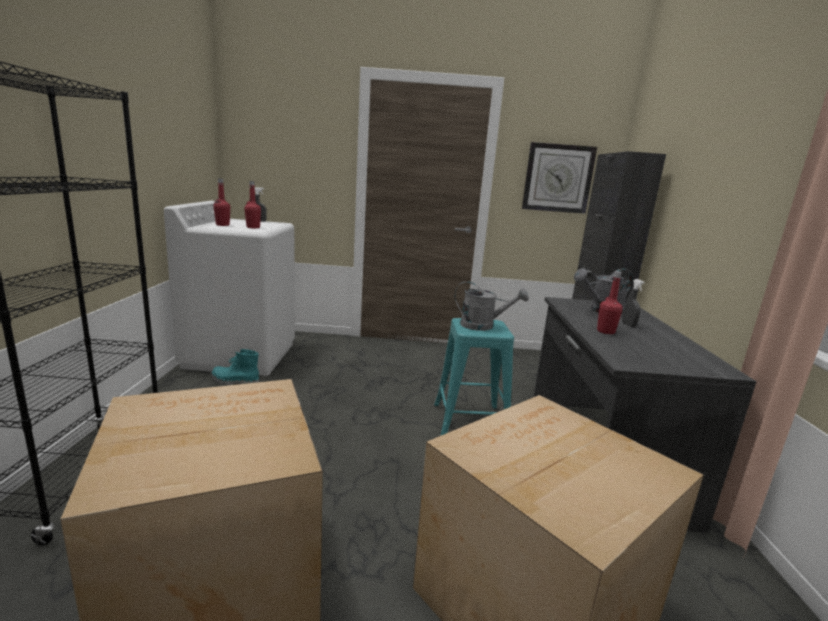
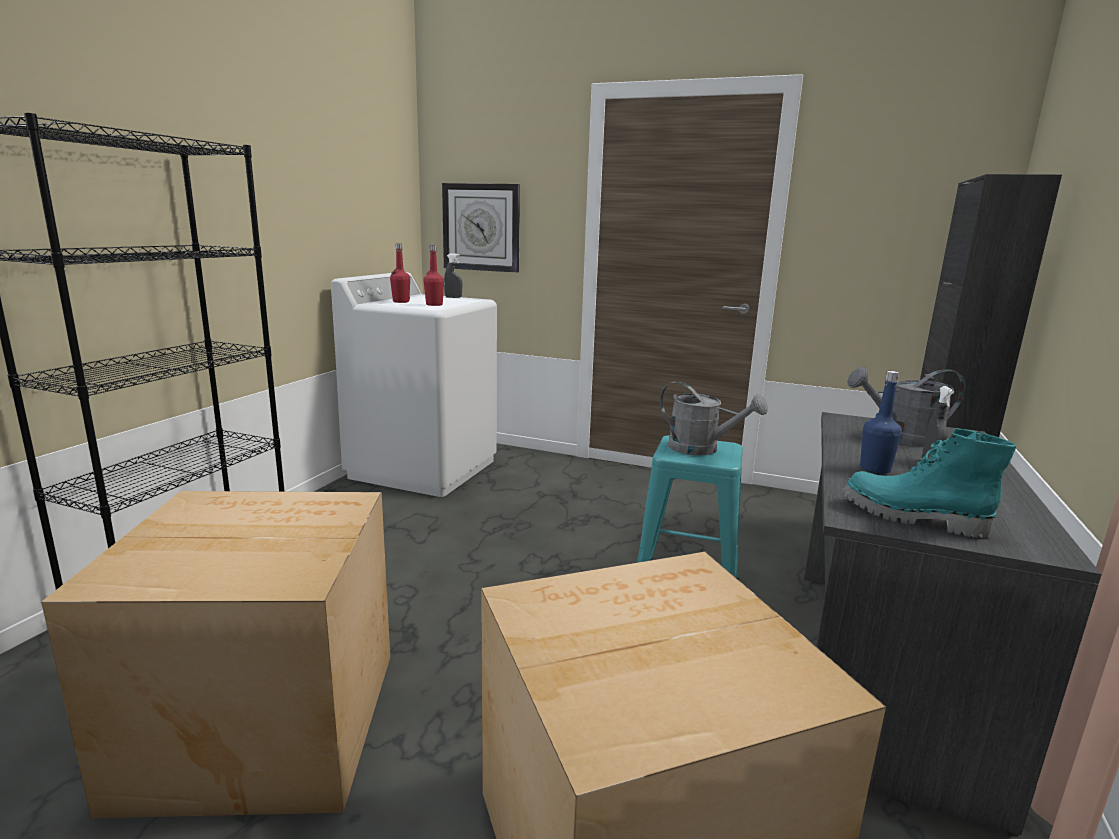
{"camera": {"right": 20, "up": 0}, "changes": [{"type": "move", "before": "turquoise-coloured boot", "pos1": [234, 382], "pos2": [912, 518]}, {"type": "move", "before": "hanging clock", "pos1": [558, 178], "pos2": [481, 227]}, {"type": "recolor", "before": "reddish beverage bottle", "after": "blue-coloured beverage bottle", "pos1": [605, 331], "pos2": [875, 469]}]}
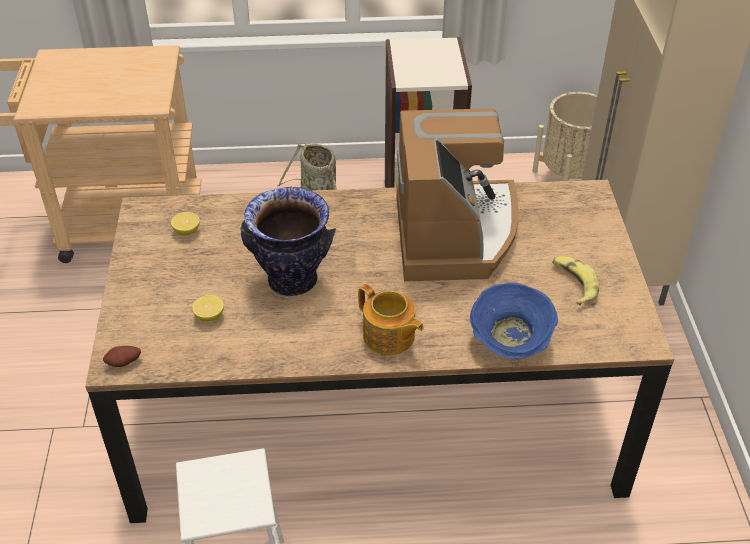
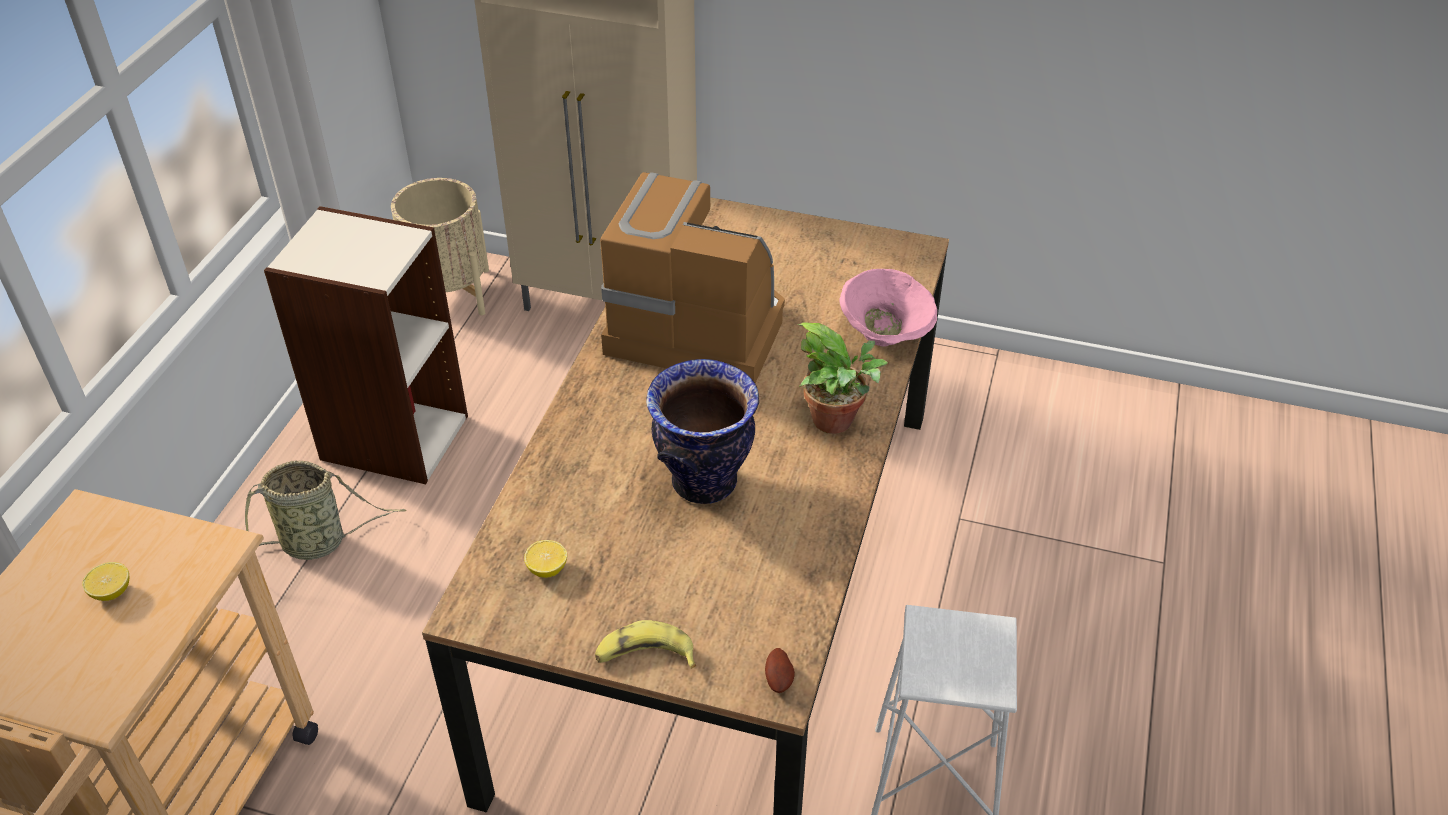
{"camera": {"right": -70, "up": 0}, "changes": [{"type": "move", "before": "lemon", "pos1": [209, 316], "pos2": [112, 592]}, {"type": "move", "before": "banana", "pos1": [573, 283], "pos2": [644, 656]}, {"type": "replace", "before": "pot for tea", "after": "potted plant", "pos1": [389, 337], "pos2": [837, 422]}, {"type": "recolor", "before": "blue-coloured serving bowl", "after": "pinkish serving bowl", "pos1": [510, 343], "pos2": [885, 335]}]}
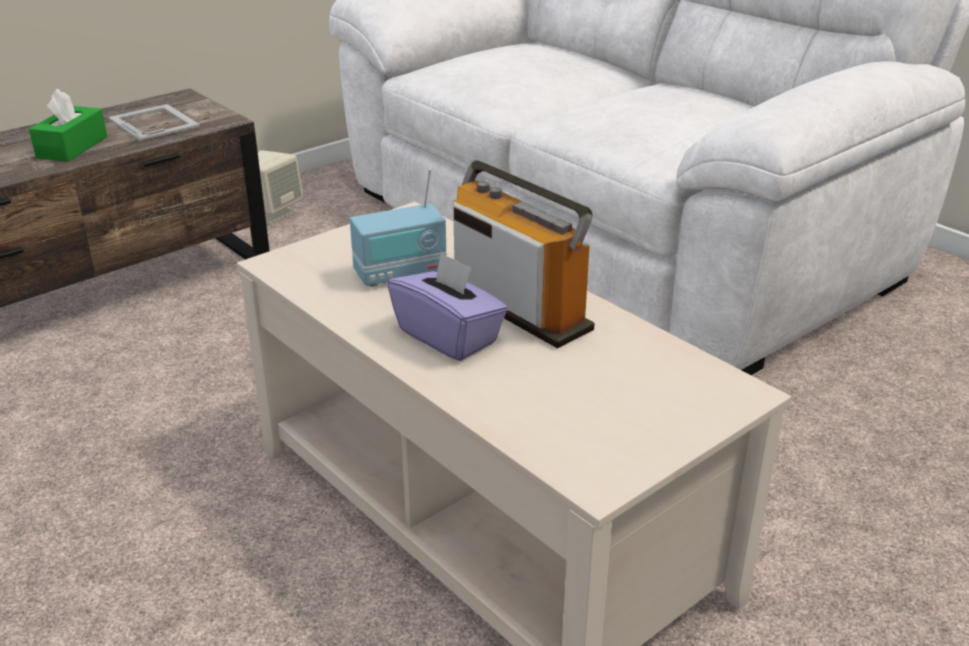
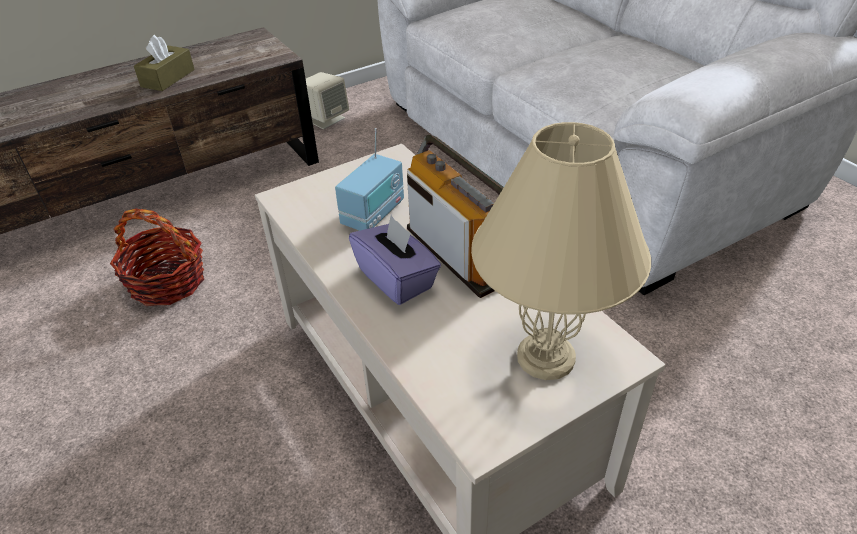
{"camera": {"right": 10, "up": 10}, "changes": [{"type": "delete", "before": "standing frame", "pos1": [154, 122]}, {"type": "insert", "after": "basket", "pos2": [168, 282]}, {"type": "insert", "after": "beige tabletop lamp", "pos2": [544, 358]}, {"type": "recolor", "before": "green-coloured tissue box", "after": "brownish tissue box", "pos1": [72, 147], "pos2": [168, 78]}, {"type": "rotate", "before": "radio receiver", "pos1": [400, 274], "pos2": [374, 214], "turn": -45}]}
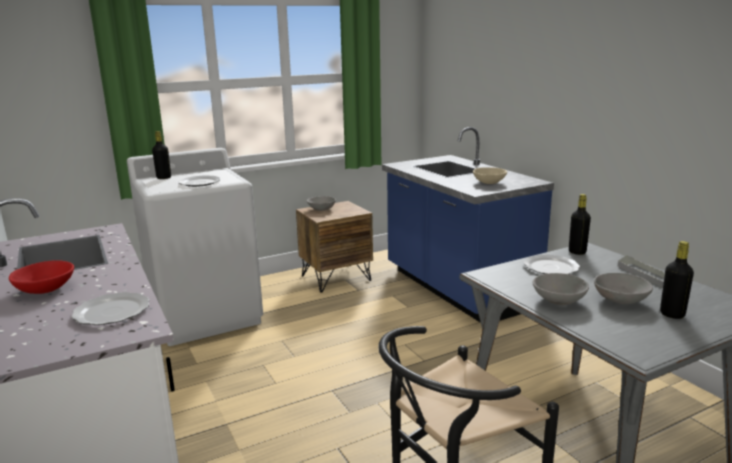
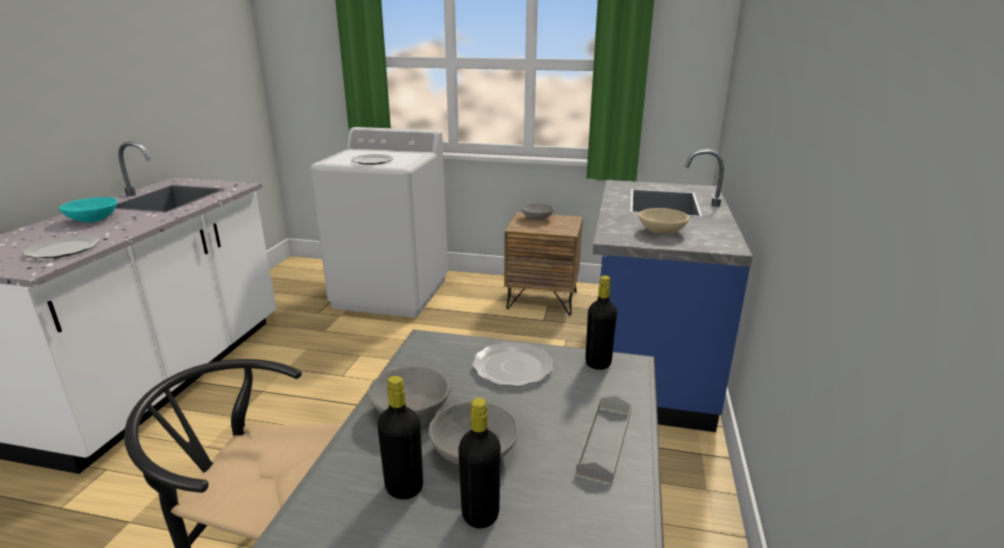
{"camera": {"right": 40, "up": 5}, "changes": [{"type": "move", "before": "black beverage bottle", "pos1": [164, 178], "pos2": [404, 487]}, {"type": "recolor", "before": "reddish serving bowl", "after": "turquoise-coloured serving bowl", "pos1": [45, 289], "pos2": [93, 220]}]}
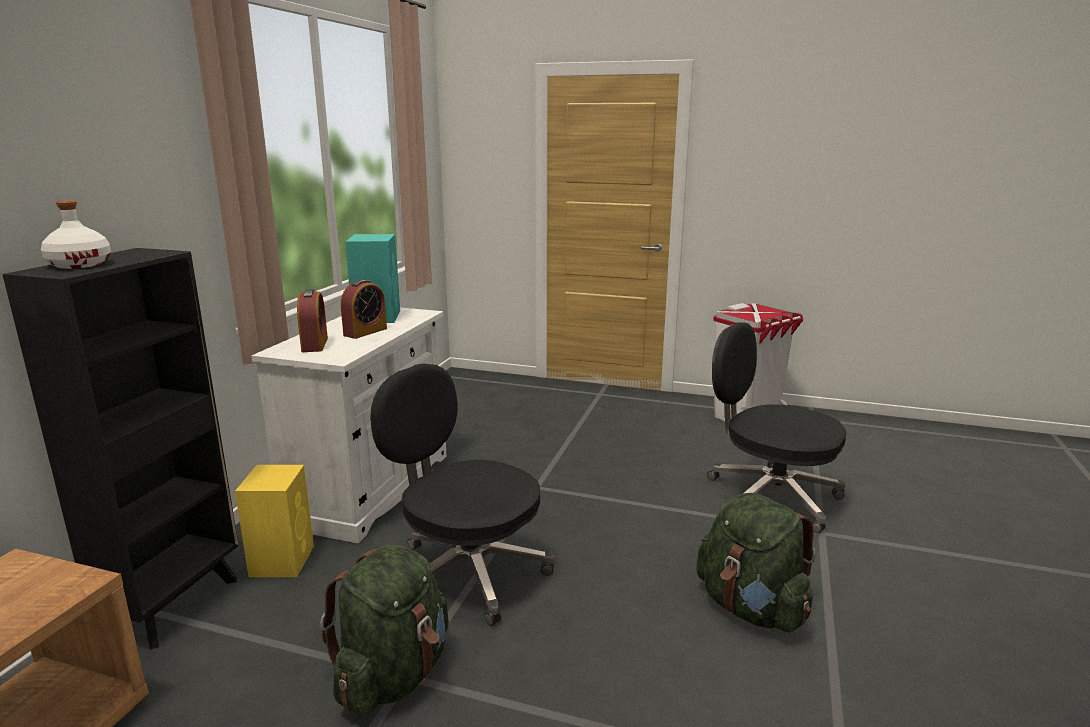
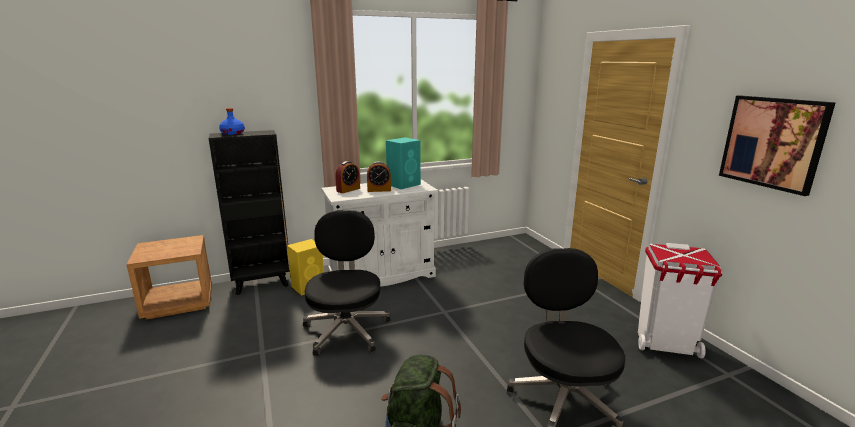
{"camera": {"right": 50, "up": 0}, "changes": [{"type": "delete", "before": "green-coloured rucksack", "pos1": [393, 675]}, {"type": "insert", "after": "wall picture", "pos2": [772, 142]}, {"type": "recolor", "before": "white beverage bottle", "after": "blue-coloured beverage bottle", "pos1": [79, 264], "pos2": [233, 133]}]}
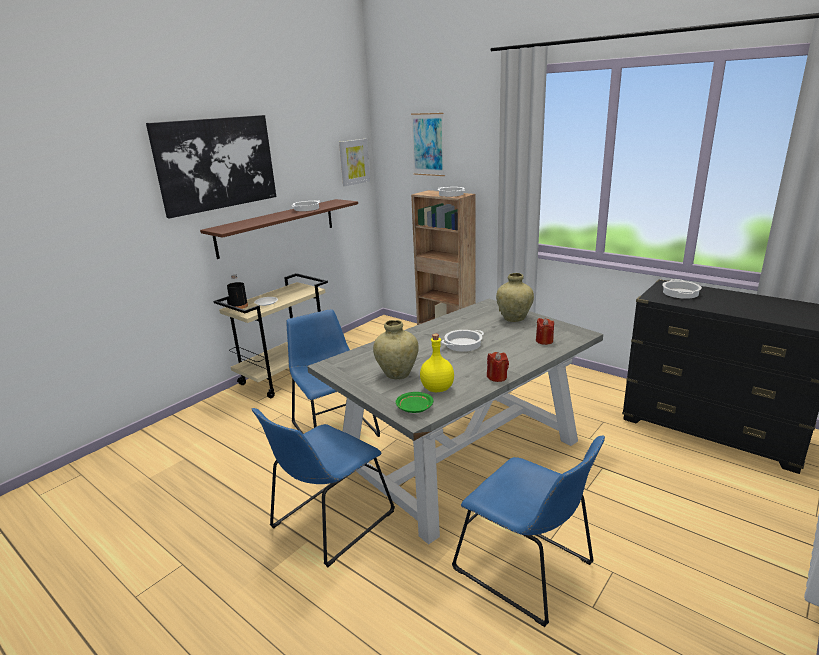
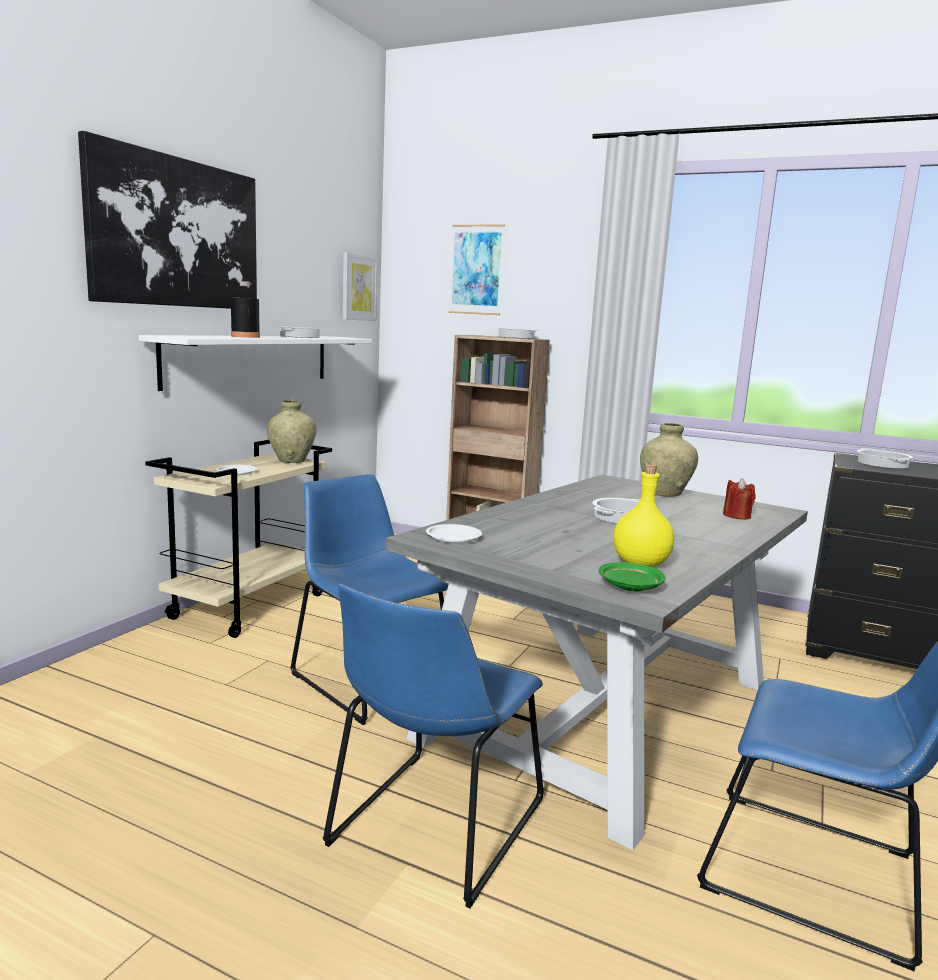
{"camera": {"right": -15, "up": -10}, "changes": [{"type": "delete", "before": "reddish candle", "pos1": [497, 377]}, {"type": "insert", "after": "white plate", "pos2": [453, 537]}, {"type": "move", "before": "black beverage bottle", "pos1": [239, 306], "pos2": [245, 337]}, {"type": "move", "before": "beige decorative vase", "pos1": [397, 374], "pos2": [292, 460]}, {"type": "recolor", "before": "brownish wall shelf", "after": "white wall shelf", "pos1": [277, 227], "pos2": [251, 360]}]}
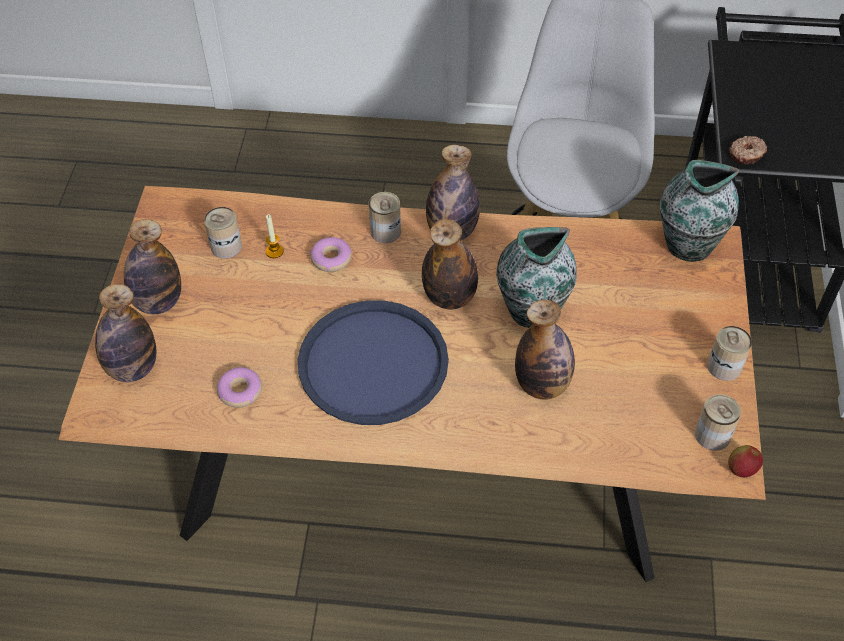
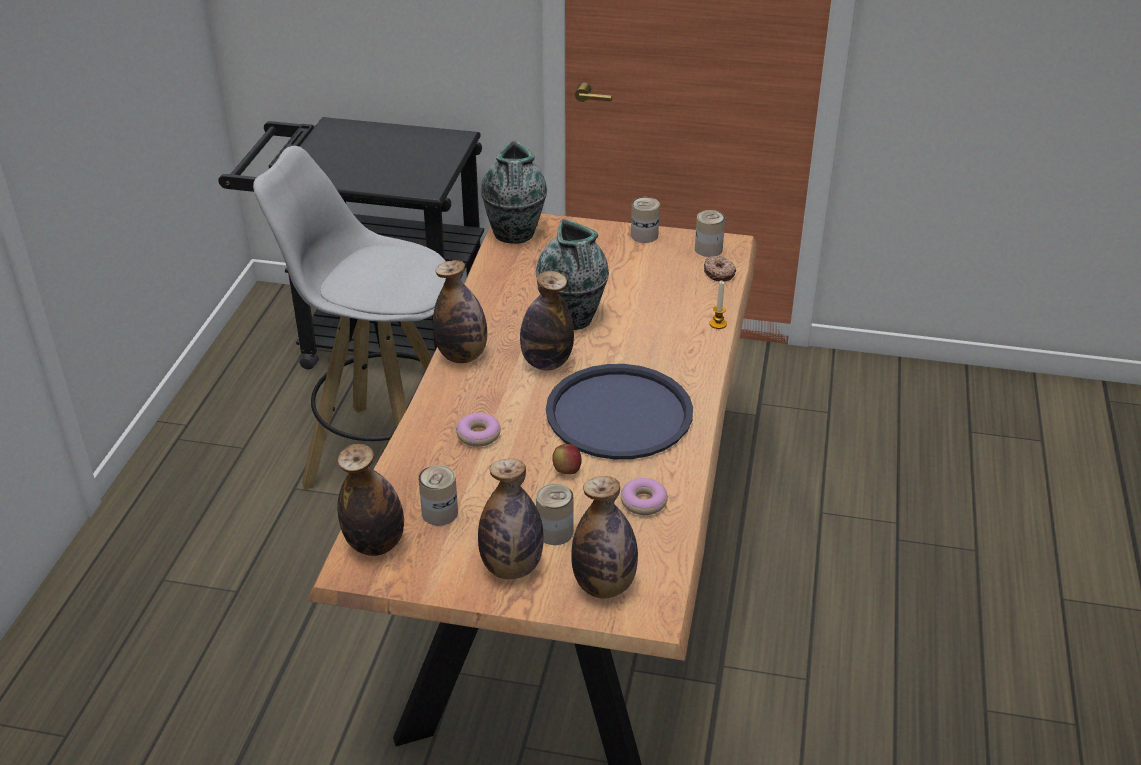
{"camera": {"right": -85, "up": -15}, "changes": [{"type": "move", "before": "candle", "pos1": [274, 251], "pos2": [718, 324]}, {"type": "move", "before": "metal can", "pos1": [385, 231], "pos2": [555, 532]}, {"type": "move", "before": "beverage bottle", "pos1": [542, 385], "pos2": [375, 544]}, {"type": "move", "before": "apple", "pos1": [741, 469], "pos2": [567, 470]}, {"type": "move", "before": "donut", "pos1": [747, 154], "pos2": [719, 273]}]}
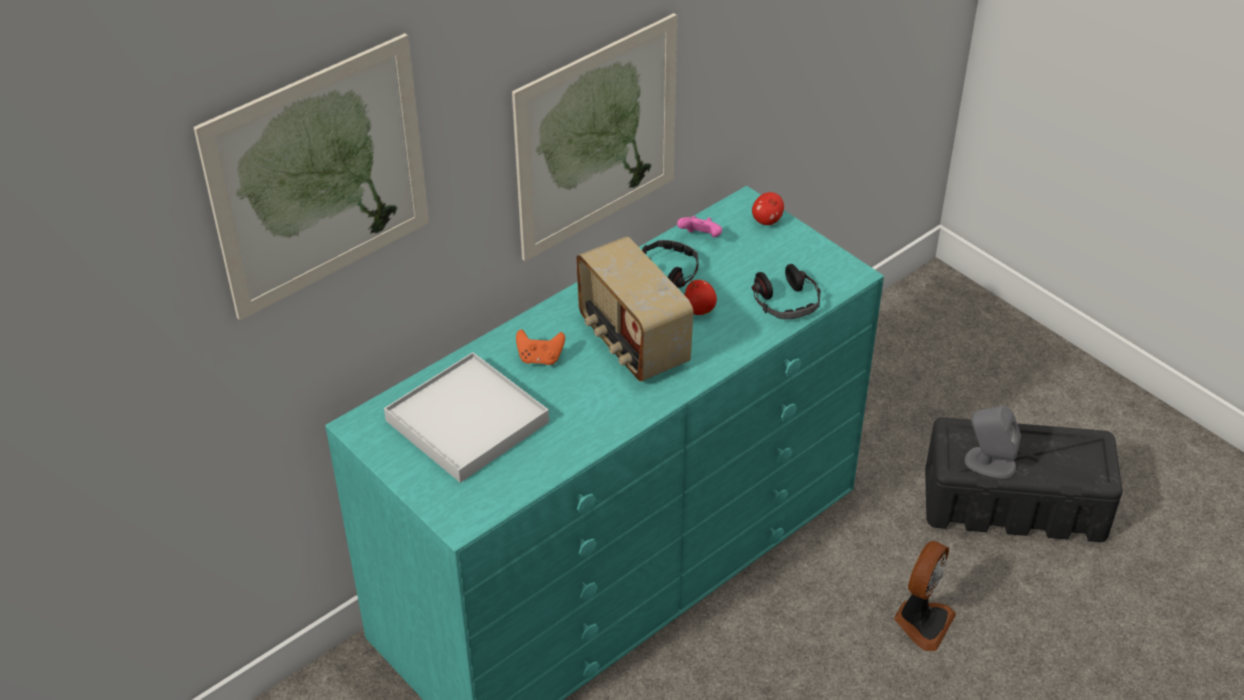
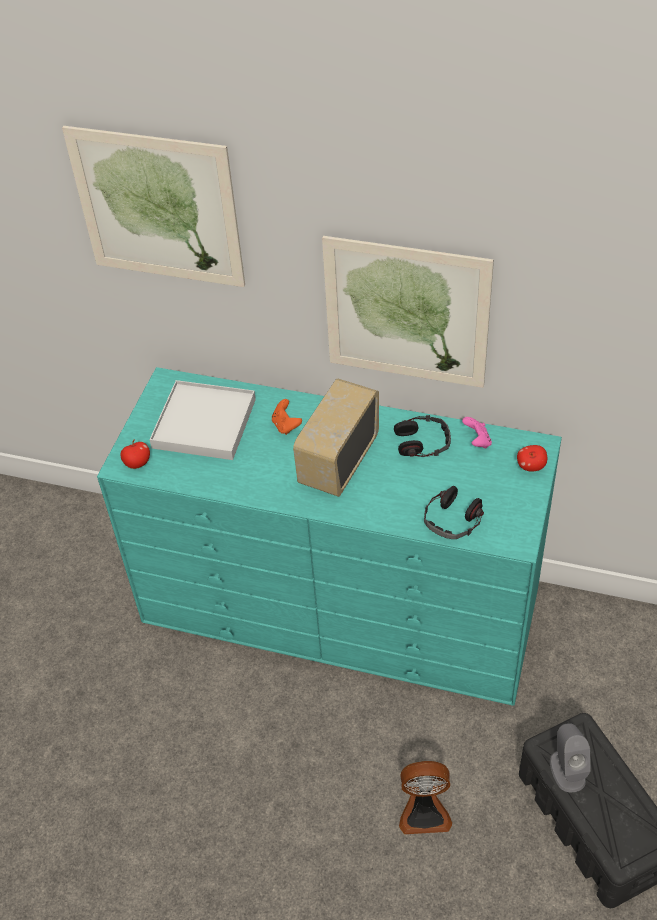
{"camera": {"right": 60, "up": 5}, "changes": [{"type": "move", "before": "apple", "pos1": [699, 309], "pos2": [137, 463]}]}
